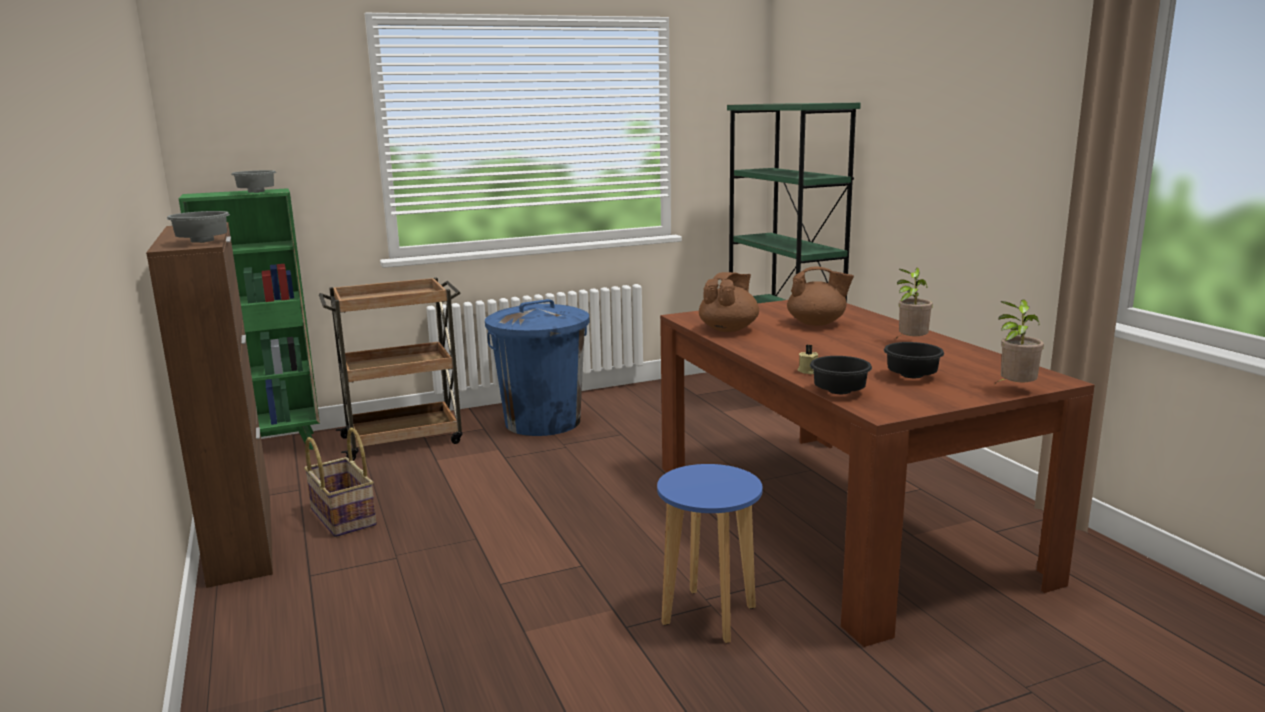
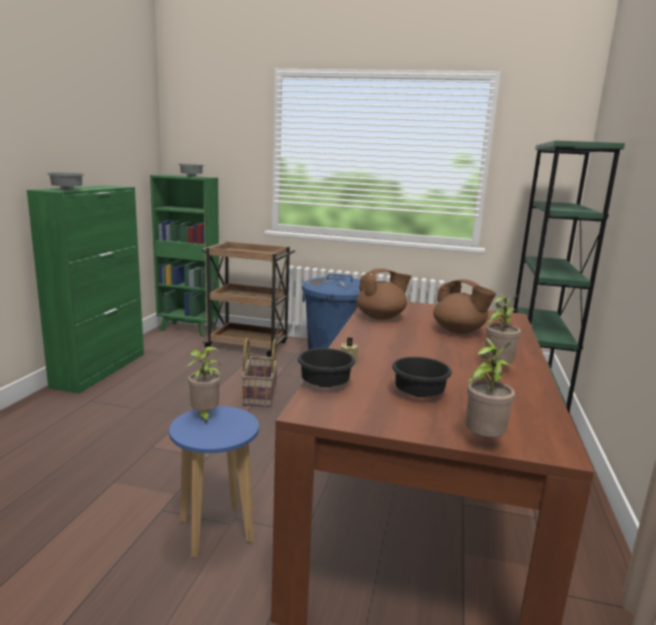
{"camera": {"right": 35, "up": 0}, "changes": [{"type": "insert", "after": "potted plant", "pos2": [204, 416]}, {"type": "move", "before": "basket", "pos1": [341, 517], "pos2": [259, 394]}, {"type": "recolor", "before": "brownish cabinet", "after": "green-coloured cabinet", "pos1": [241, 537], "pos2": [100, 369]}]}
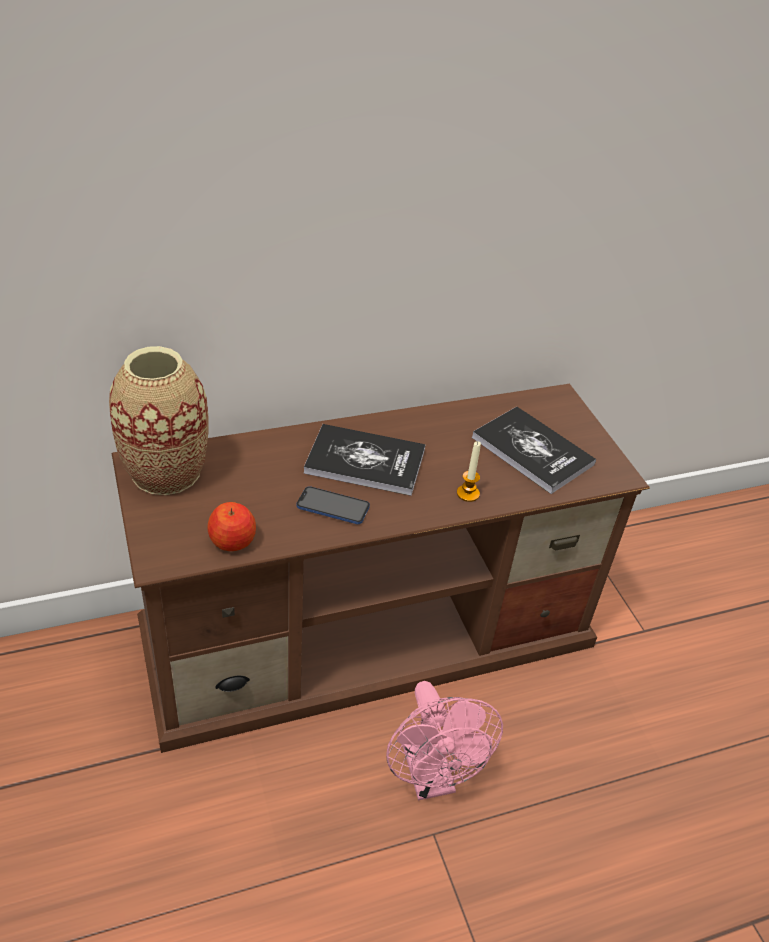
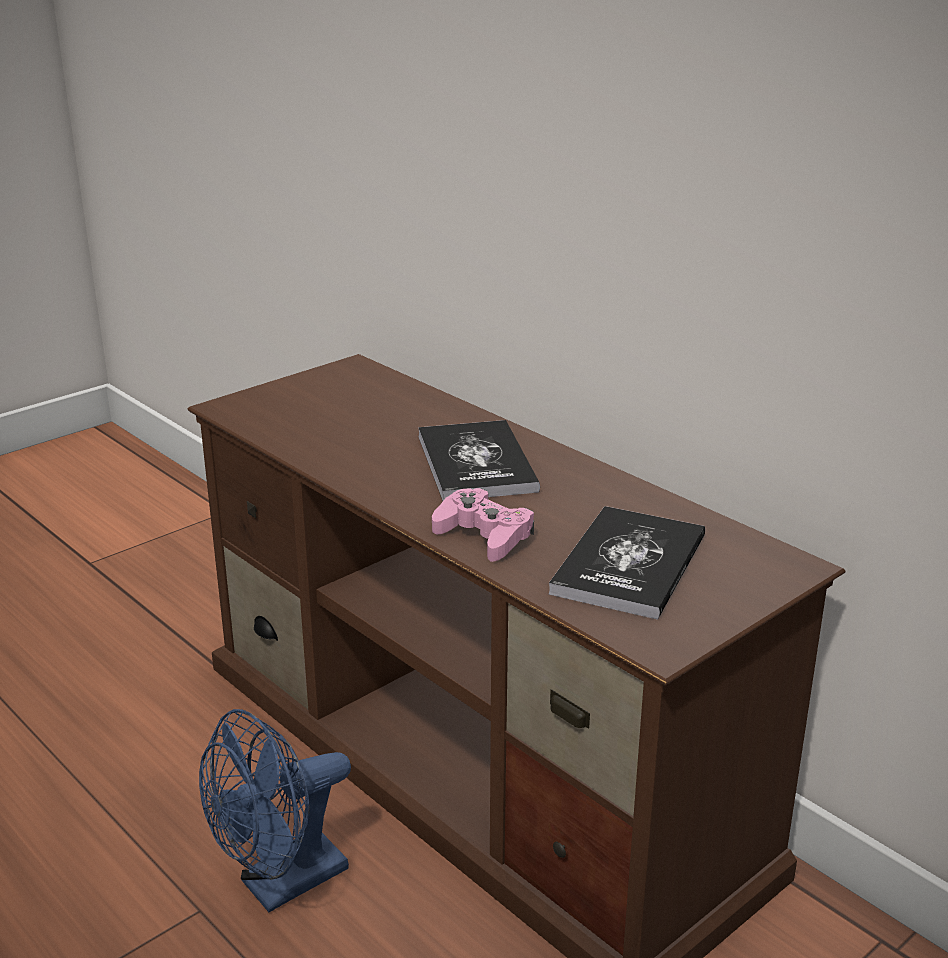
{"camera": {"right": 70, "up": -15}, "changes": [{"type": "delete", "before": "decorative vase", "pos1": [166, 471]}, {"type": "delete", "before": "apple", "pos1": [233, 541]}, {"type": "delete", "before": "telephone", "pos1": [333, 507]}, {"type": "replace", "before": "candle", "after": "pinkish joypad", "pos1": [468, 493], "pos2": [484, 535]}, {"type": "recolor", "before": "pinkish electric fan", "after": "blue-coloured electric fan", "pos1": [431, 778], "pos2": [281, 885]}]}
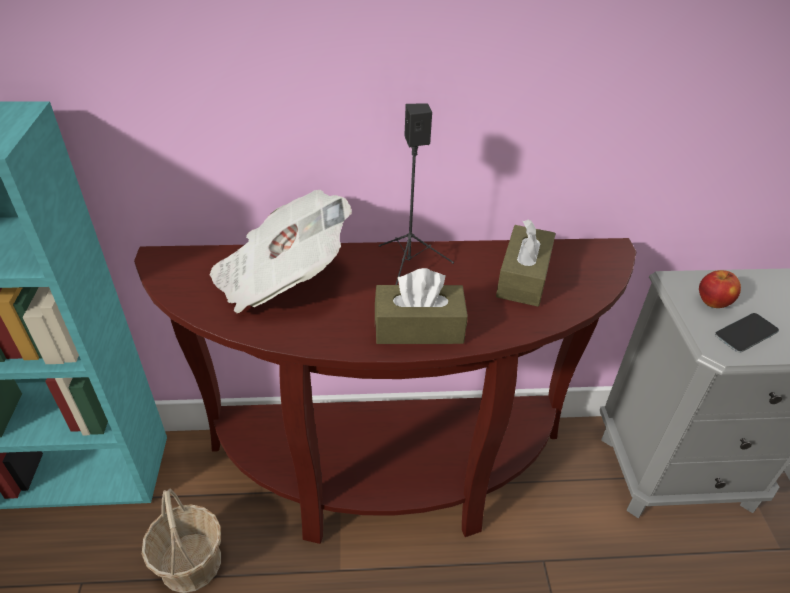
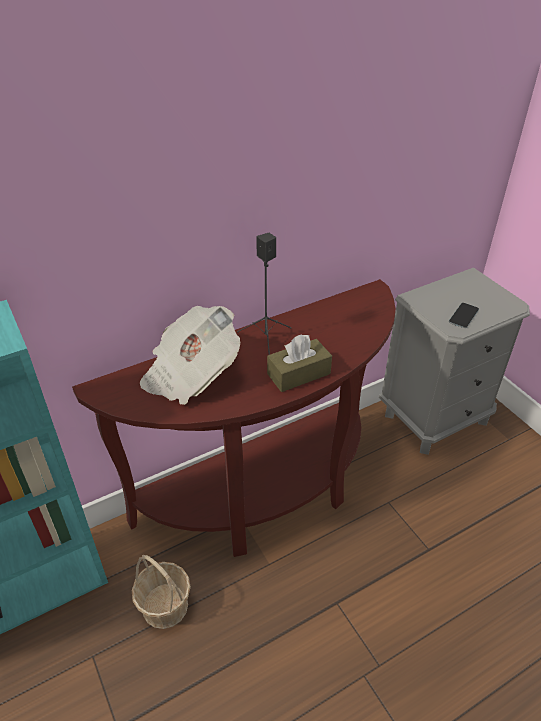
{"camera": {"right": -25, "up": 0}, "changes": [{"type": "delete", "before": "brownish tissue box", "pos1": [523, 277]}, {"type": "delete", "before": "apple", "pos1": [713, 302]}]}
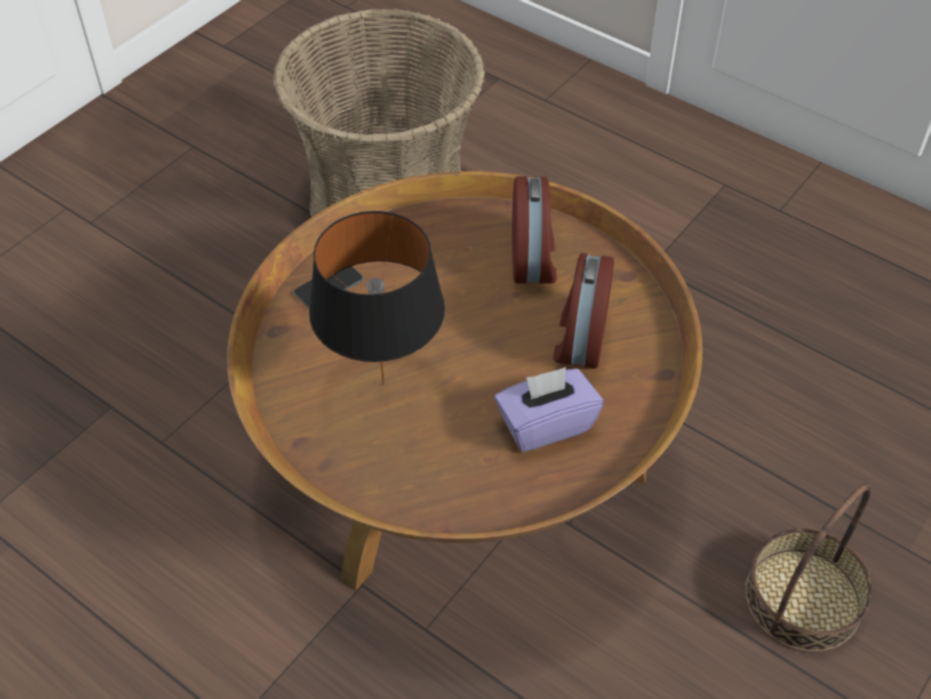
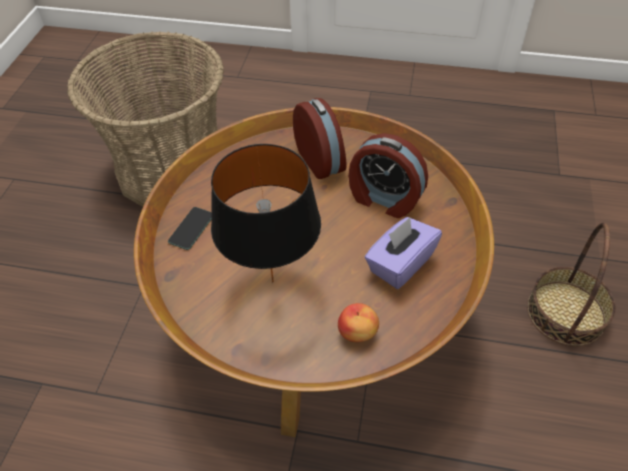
{"camera": {"right": -25, "up": 0}, "changes": [{"type": "insert", "after": "apple", "pos2": [357, 333]}, {"type": "rotate", "before": "alarm clock", "pos1": [579, 338], "pos2": [384, 199], "turn": -45}]}
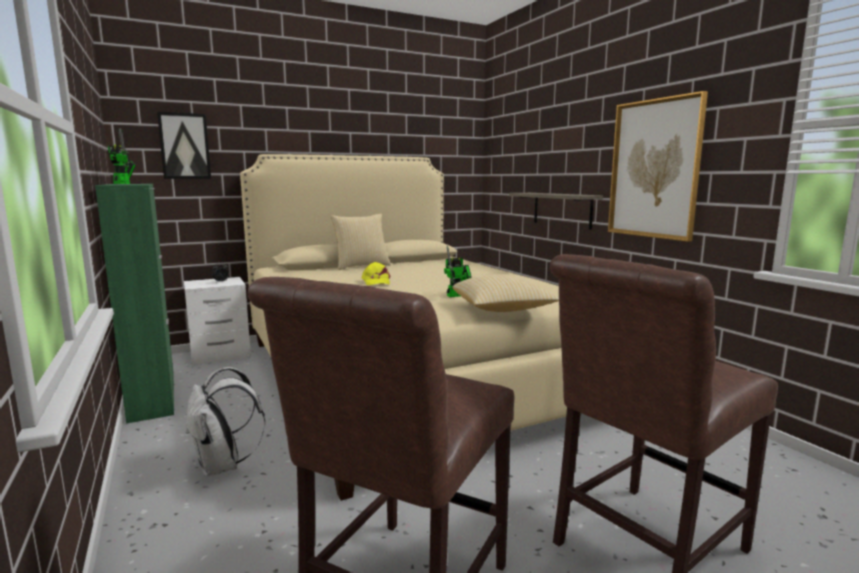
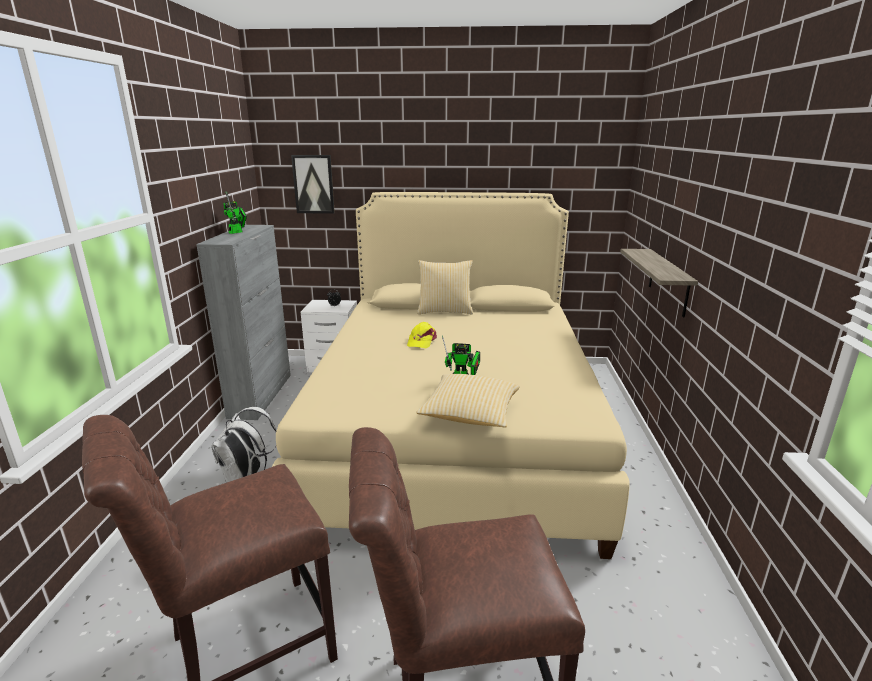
{"camera": {"right": 30, "up": 10}, "changes": [{"type": "delete", "before": "wall picture", "pos1": [654, 169]}, {"type": "recolor", "before": "green-coloured cabinet", "after": "grey cabinet", "pos1": [153, 394], "pos2": [261, 395]}]}
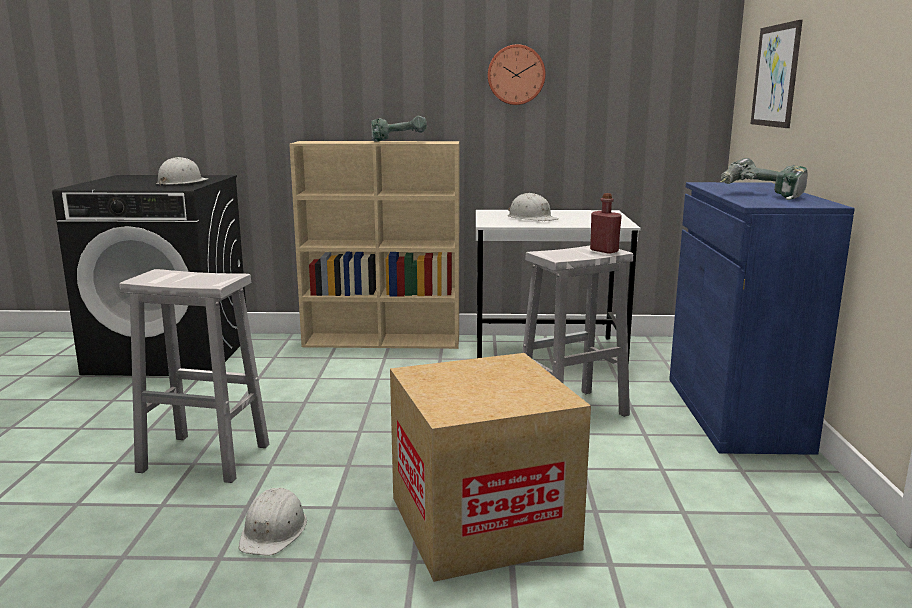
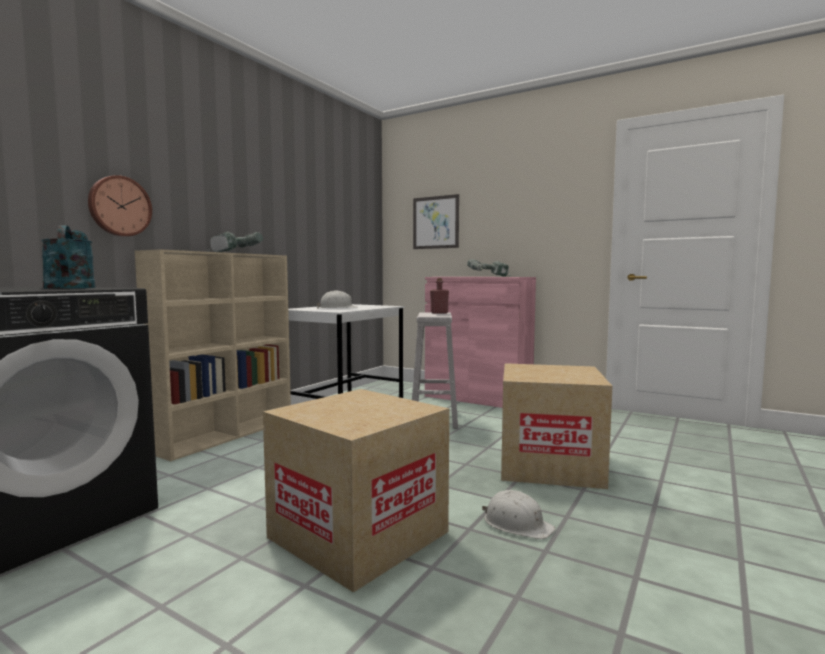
{"camera": {"right": -60, "up": -10}, "changes": [{"type": "move", "before": "hanging clock", "pos1": [516, 75], "pos2": [119, 206]}, {"type": "replace", "before": "white stool seat", "after": "carton", "pos1": [206, 458], "pos2": [358, 534]}, {"type": "replace", "before": "white work helmet", "after": "turquoise-coloured watering can", "pos1": [181, 183], "pos2": [71, 287]}, {"type": "recolor", "before": "blue-coloured cabinet", "after": "pinkish cabinet", "pos1": [735, 413], "pos2": [478, 397]}]}
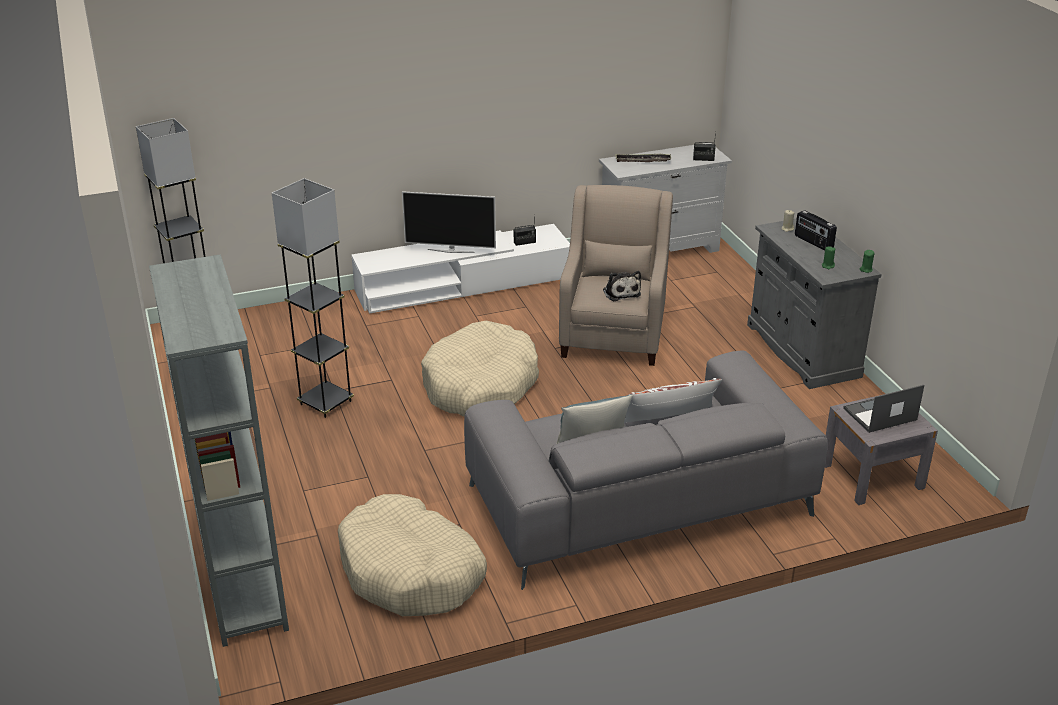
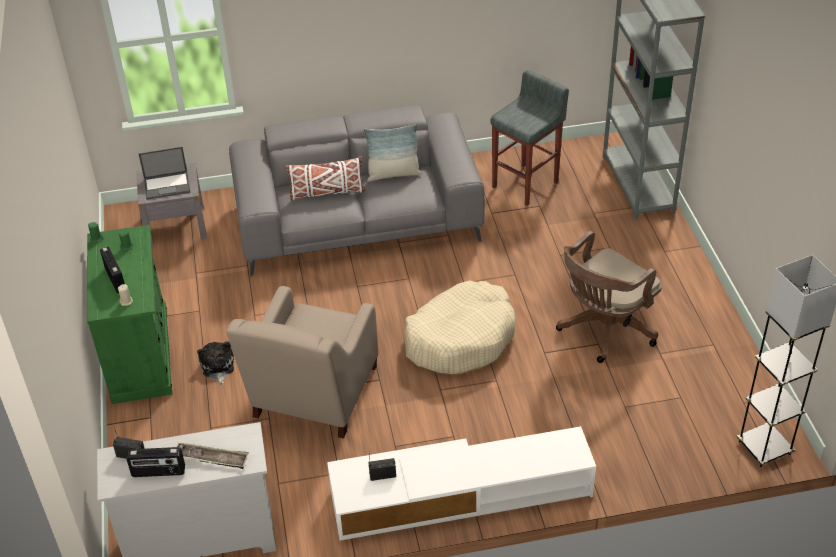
{"camera": {"right": -170, "up": 10}, "changes": [{"type": "delete", "before": "TV", "pos1": [451, 250]}, {"type": "insert", "after": "radio receiver", "pos2": [158, 472]}, {"type": "move", "before": "cuddly toy", "pos1": [621, 292], "pos2": [217, 367]}, {"type": "replace", "before": "grey floor lamp", "after": "brownish desk chair", "pos1": [326, 403], "pos2": [603, 330]}, {"type": "replace", "before": "beige dog cushion", "after": "grey stool seat", "pos1": [411, 571], "pos2": [526, 184]}, {"type": "recolor", "before": "grey cabinet", "after": "green-coloured cabinet", "pos1": [802, 350], "pos2": [140, 354]}]}
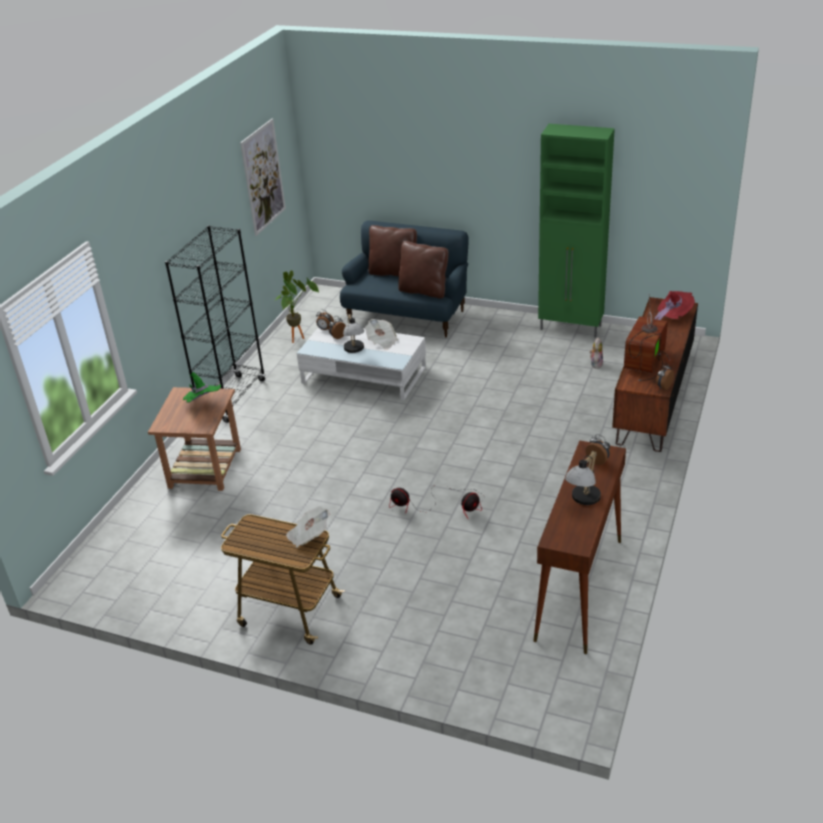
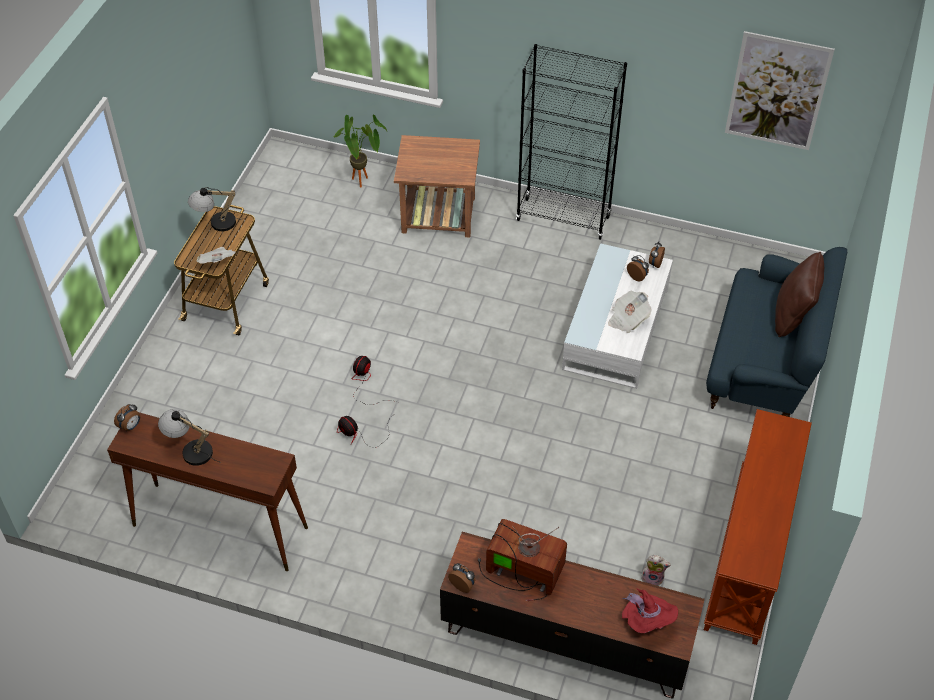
{"camera": {"right": 85, "up": 15}, "changes": [{"type": "delete", "before": "green-coloured hat", "pos1": [203, 403]}, {"type": "delete", "before": "brownish throw pillow", "pos1": [424, 291]}, {"type": "move", "before": "potted plant", "pos1": [299, 337], "pos2": [363, 183]}, {"type": "move", "before": "tabletop lamp", "pos1": [354, 350], "pos2": [216, 223]}, {"type": "move", "before": "alarm clock", "pos1": [598, 461], "pos2": [130, 426]}, {"type": "replace", "before": "green-coloured cabinet", "after": "brownish hall table", "pos1": [571, 328], "pos2": [749, 555]}]}
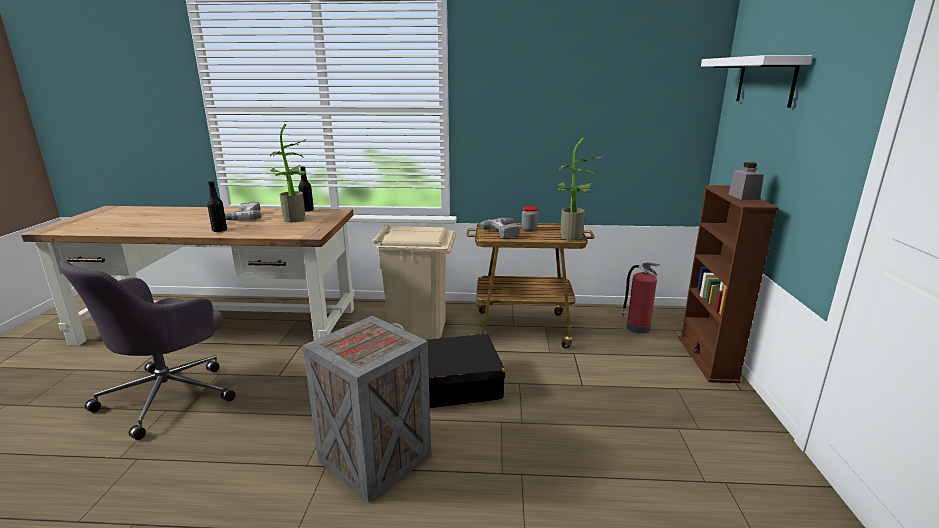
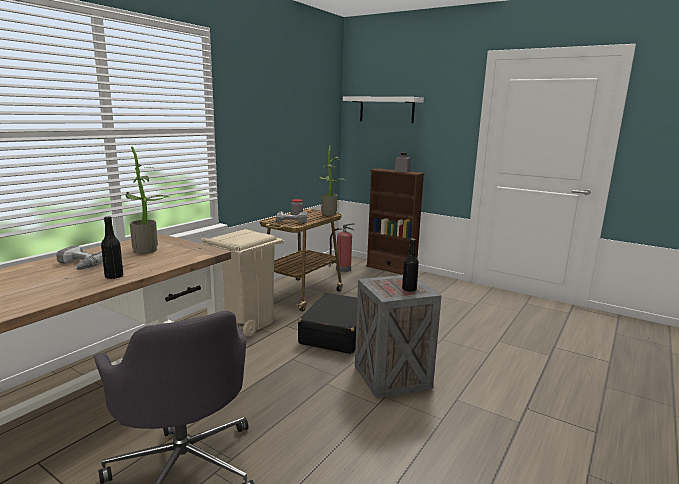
{"camera": {"right": -60, "up": -5}, "changes": [{"type": "move", "before": "black beverage bottle", "pos1": [307, 210], "pos2": [409, 289]}]}
